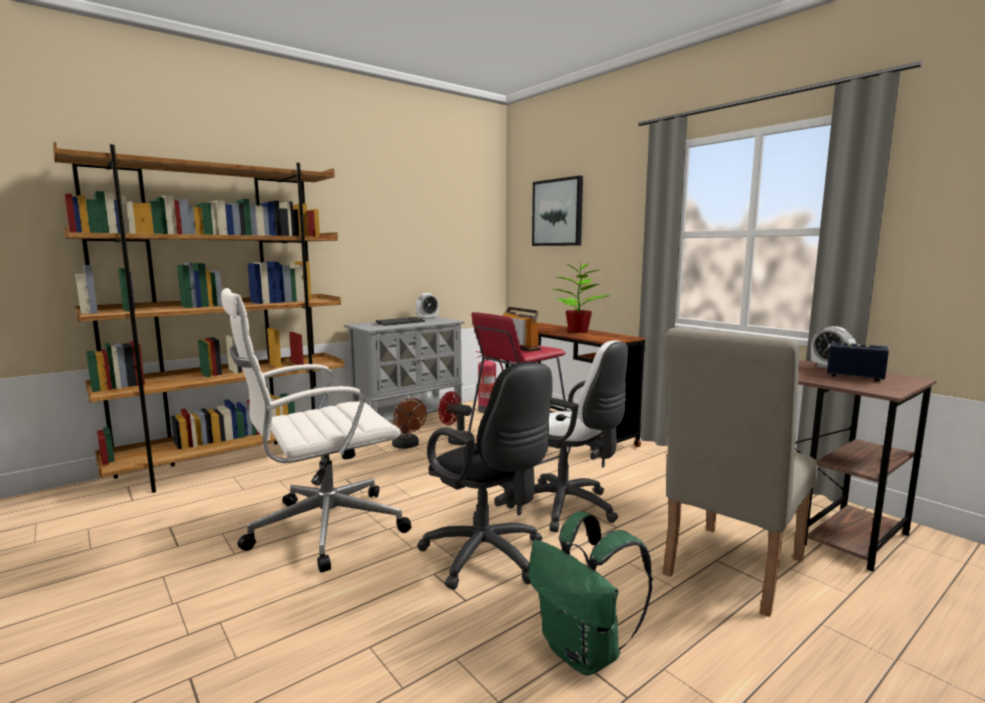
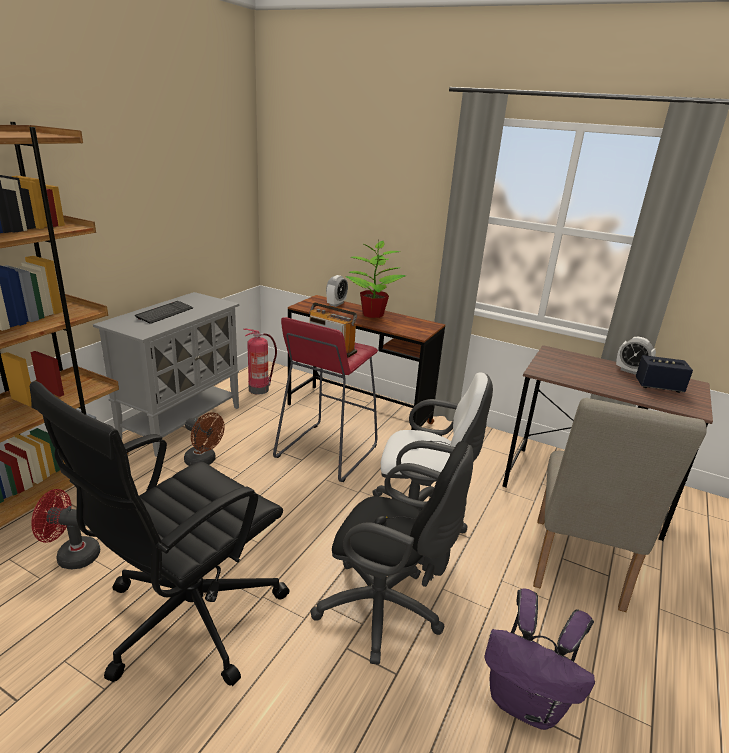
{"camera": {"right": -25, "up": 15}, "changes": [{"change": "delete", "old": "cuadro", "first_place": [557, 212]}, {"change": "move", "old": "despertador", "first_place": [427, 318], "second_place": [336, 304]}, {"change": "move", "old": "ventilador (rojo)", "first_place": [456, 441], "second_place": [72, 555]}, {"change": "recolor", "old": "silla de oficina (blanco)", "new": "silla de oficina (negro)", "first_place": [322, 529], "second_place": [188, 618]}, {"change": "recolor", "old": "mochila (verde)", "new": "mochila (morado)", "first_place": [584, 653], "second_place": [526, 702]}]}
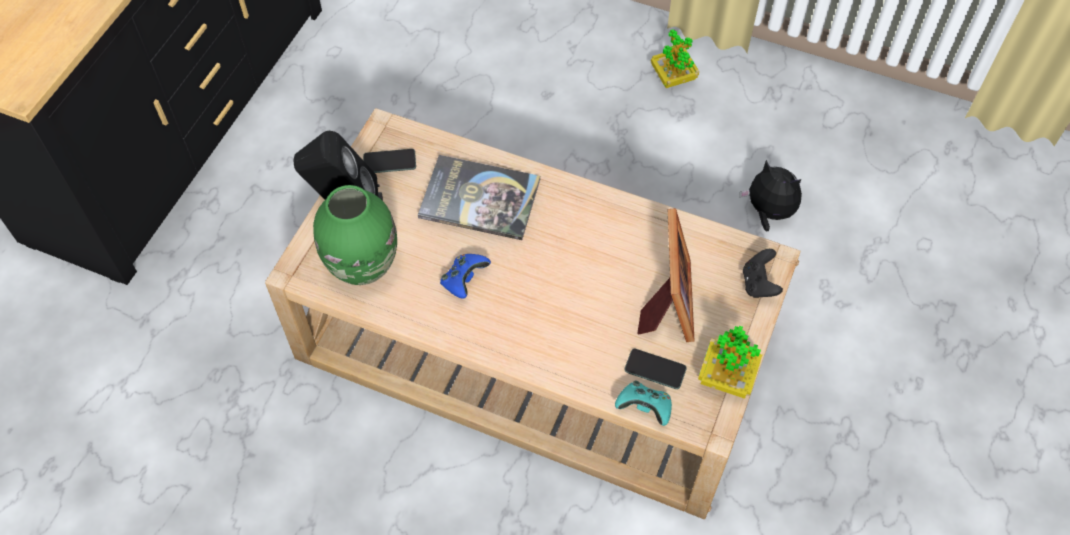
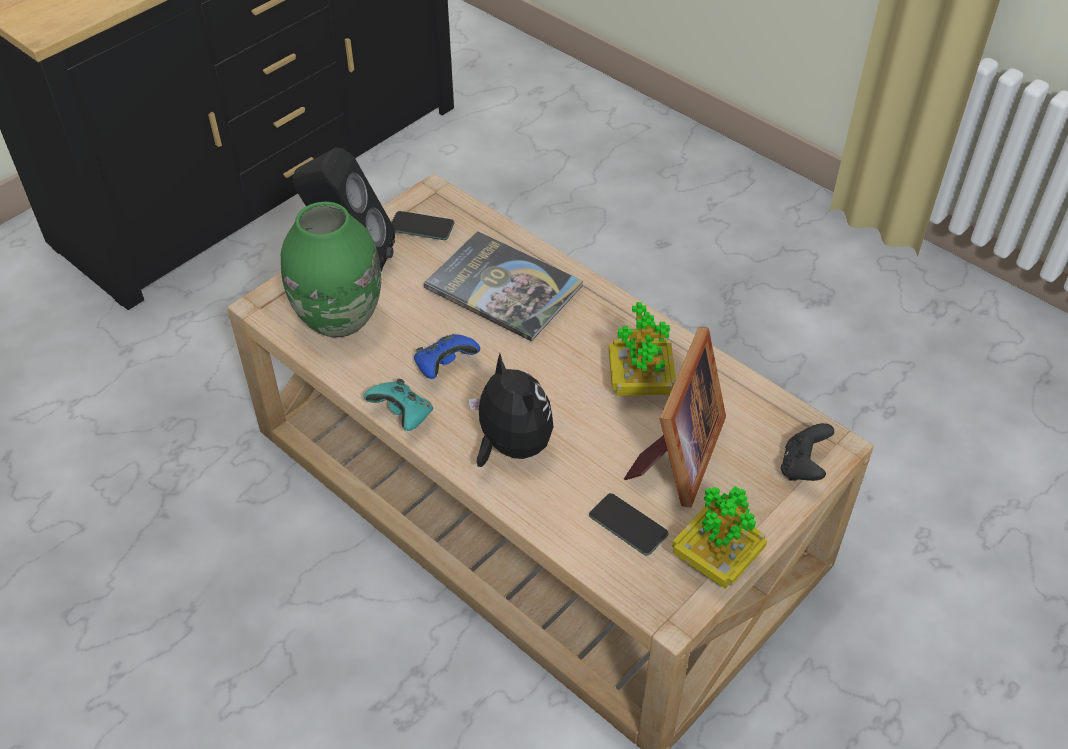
{"camera": {"right": 20, "up": -10}, "changes": [{"change": "move", "old": "mando de consola (turquesa)", "first_place": [644, 408], "second_place": [403, 415]}, {"change": "move", "old": "planta en maceta", "first_place": [673, 77], "second_place": [640, 383]}, {"change": "move", "old": "peluche", "first_place": [768, 212], "second_place": [511, 446]}]}
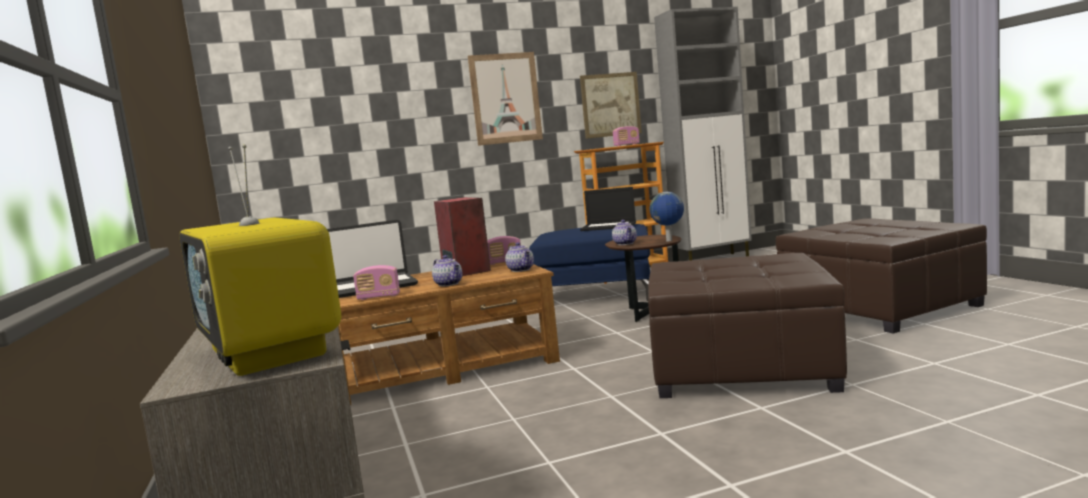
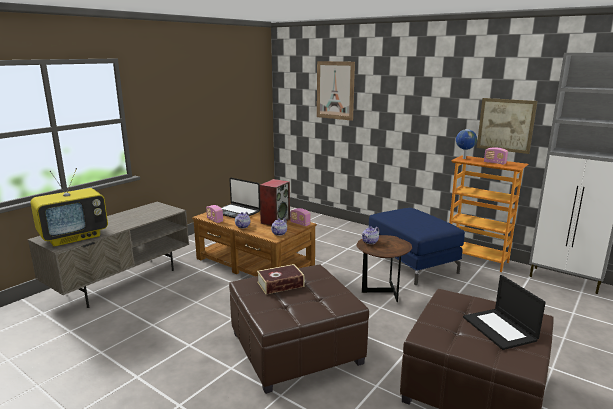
{"camera": {"right": 55, "up": 10}, "changes": [{"change": "insert", "new": "libro", "second_place": [280, 284]}, {"change": "move", "old": "cuadro", "first_place": [505, 98], "second_place": [335, 90]}, {"change": "move", "old": "portátil", "first_place": [609, 226], "second_place": [500, 329]}, {"change": "move", "old": "globo terráqueo", "first_place": [669, 241], "second_place": [464, 158]}, {"change": "rotate", "old": "televisor", "first_place": [270, 353], "second_place": [74, 237], "degrees": -150}]}
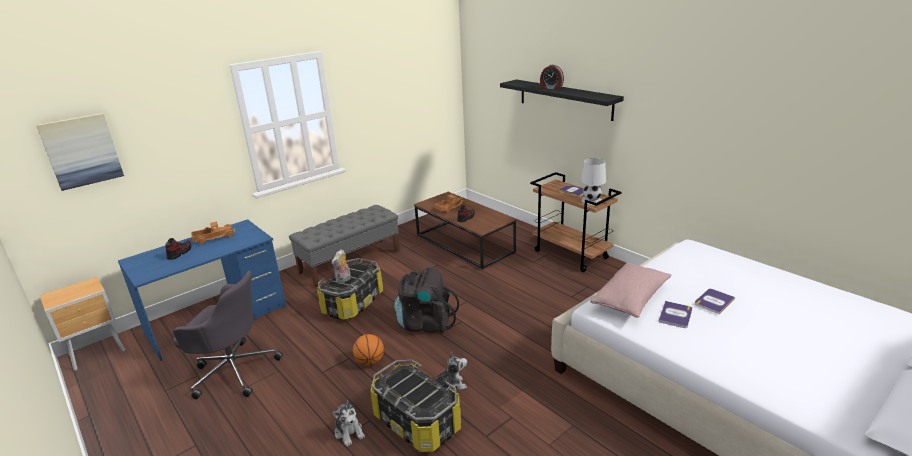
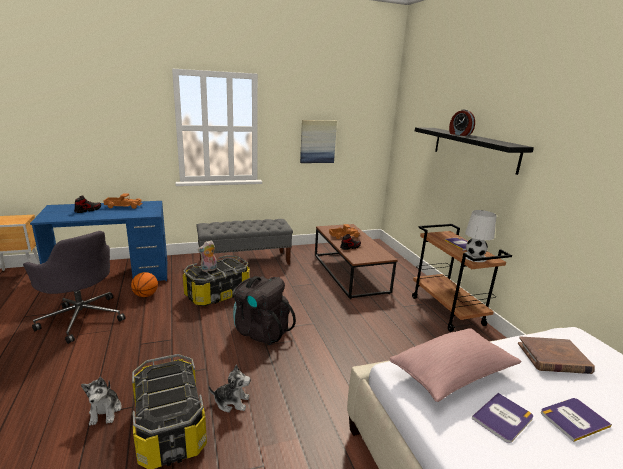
{"camera": {"right": 20, "up": -5}, "changes": [{"change": "insert", "new": "libro (marrón)", "second_place": [553, 358]}, {"change": "move", "old": "cuadro", "first_place": [81, 151], "second_place": [317, 141]}, {"change": "move", "old": "balón de baloncesto", "first_place": [370, 361], "second_place": [145, 295]}]}
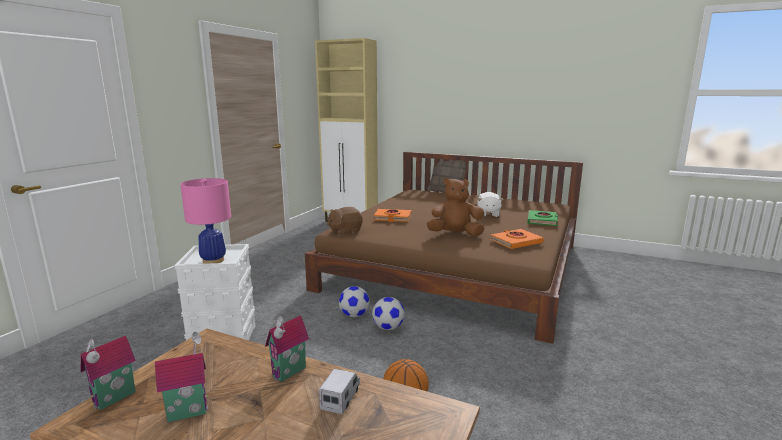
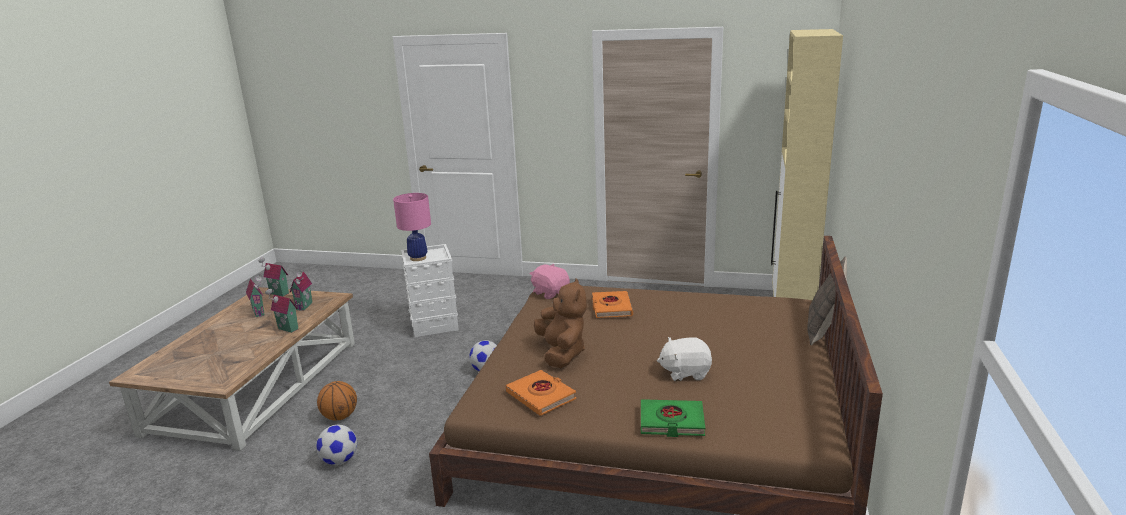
{"camera": {"right": 80, "up": 5}, "changes": [{"change": "delete", "old": "camión de juguete", "first_place": [341, 398]}, {"change": "insert", "new": "casita", "second_place": [305, 306]}, {"change": "move", "old": "balón de fútbol", "first_place": [388, 327], "second_place": [339, 460]}, {"change": "recolor", "old": "peluche (marrón)", "new": "peluche (rosa)", "first_place": [345, 231], "second_place": [550, 293]}]}
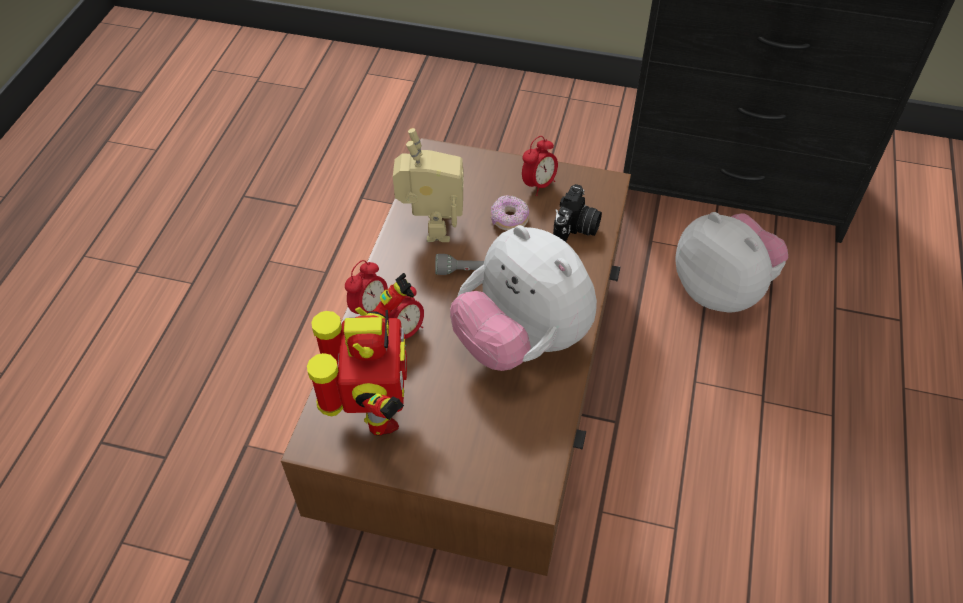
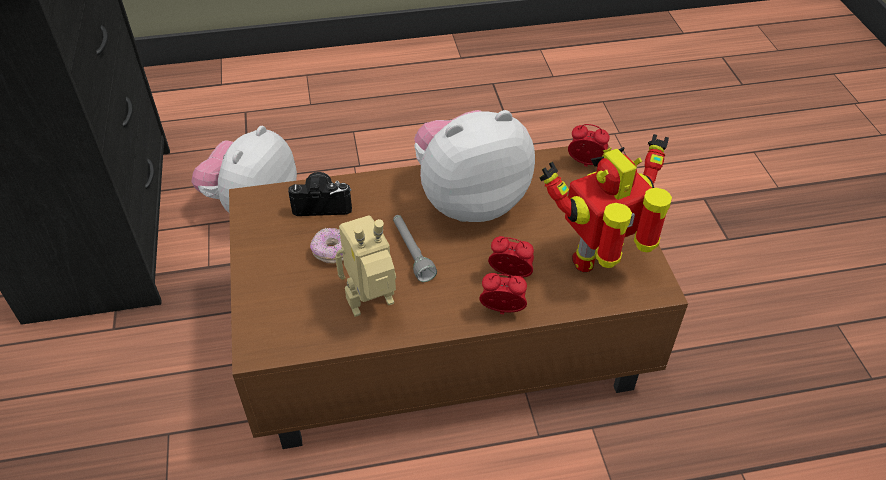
{"camera": {"right": -115, "up": -5}, "changes": [{"change": "move", "old": "despertador", "first_place": [538, 184], "second_place": [586, 164]}, {"change": "rotate", "old": "peluche", "first_place": [521, 340], "second_place": [469, 200], "degrees": -135}]}
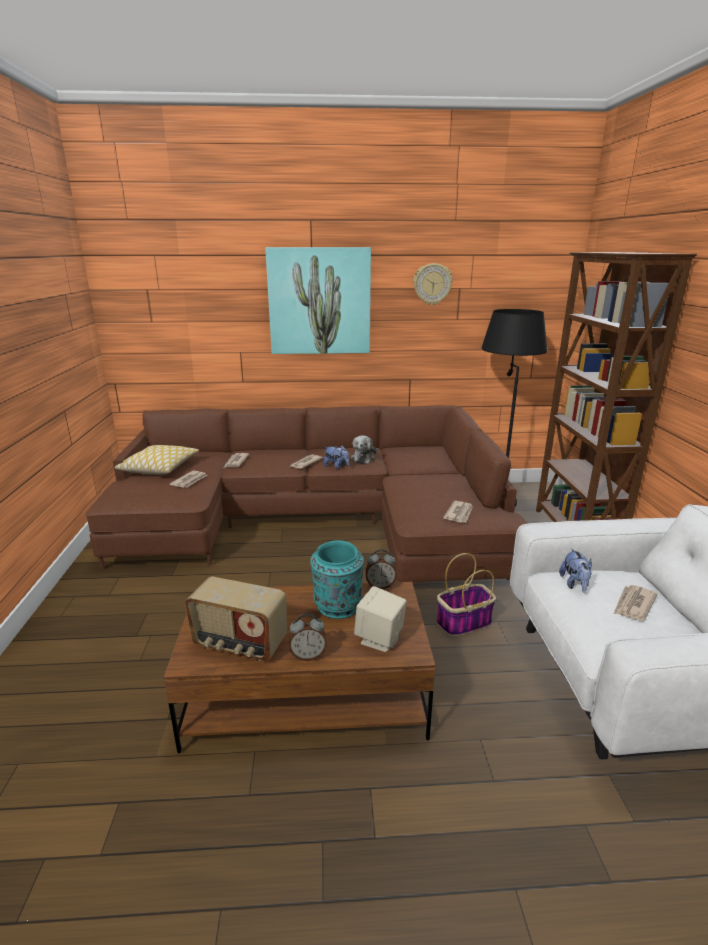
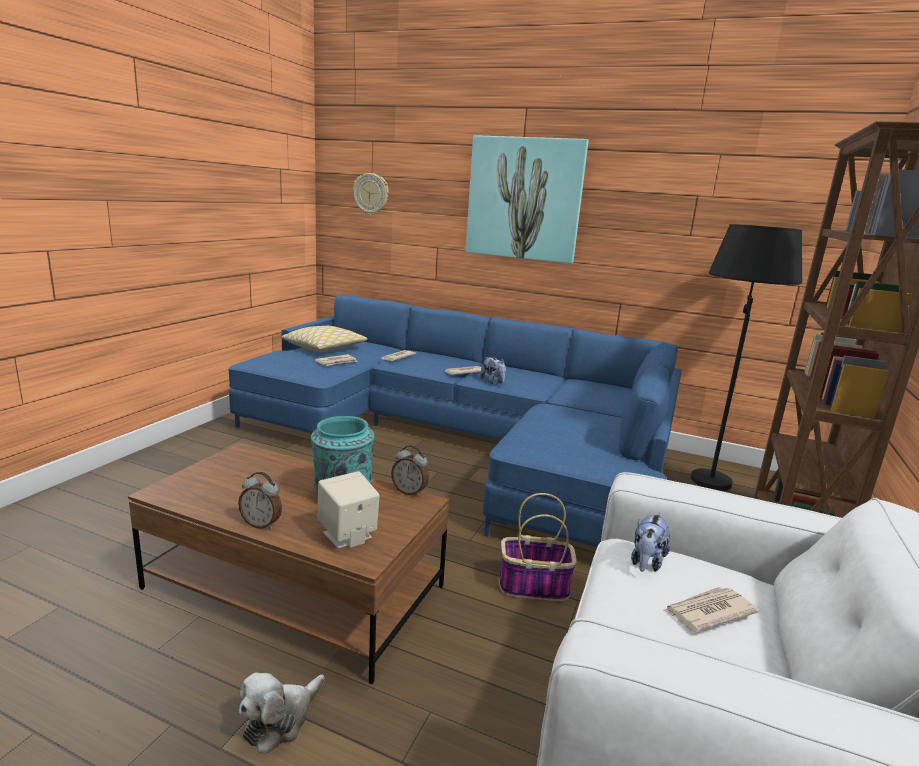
{"camera": {"right": 25, "up": -5}, "changes": [{"change": "delete", "old": "radio", "first_place": [240, 644]}, {"change": "delete", "old": "periódico", "first_place": [459, 513]}, {"change": "move", "old": "peluche", "first_place": [363, 458], "second_place": [280, 720]}, {"change": "move", "old": "reloj de pared", "first_place": [432, 284], "second_place": [371, 194]}, {"change": "recolor", "old": "sofá (marrón)", "new": "sofá (azul)", "first_place": [318, 522], "second_place": [466, 443]}]}
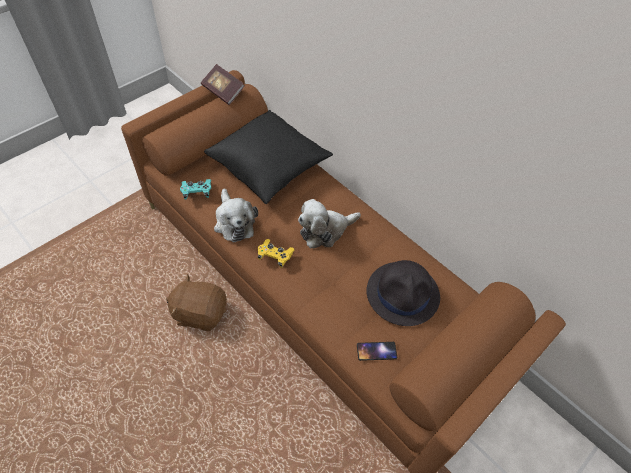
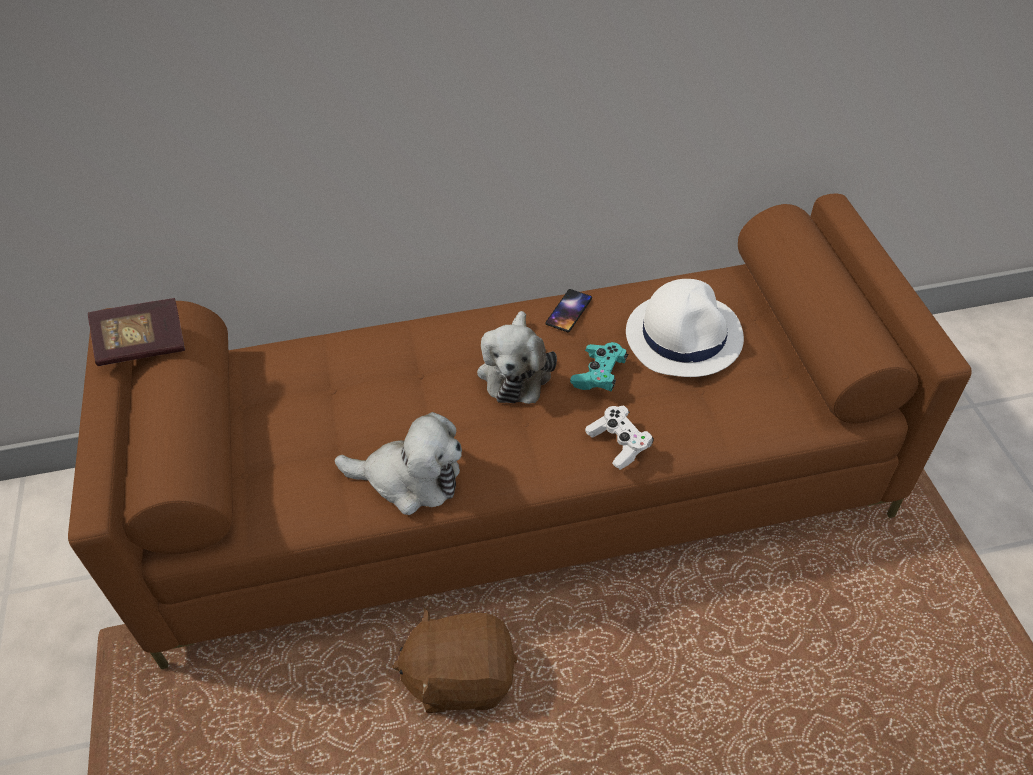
{"camera": {"right": -55, "up": -5}, "changes": [{"change": "delete", "old": "cojín (negro)", "first_place": [269, 167]}, {"change": "delete", "old": "mando de consola (amarillo)", "first_place": [275, 256]}, {"change": "insert", "new": "mando de consola (blanco)", "second_place": [619, 443]}, {"change": "move", "old": "mando de consola (turquesa)", "first_place": [197, 192], "second_place": [599, 374]}, {"change": "move", "old": "móvil", "first_place": [376, 351], "second_place": [569, 311]}, {"change": "recolor", "old": "sombrero (negro)", "new": "sombrero (blanco)", "first_place": [403, 294], "second_place": [684, 335]}, {"change": "rotate", "old": "peluche (marrón)", "first_place": [200, 313], "second_place": [460, 677], "degrees": 45}]}
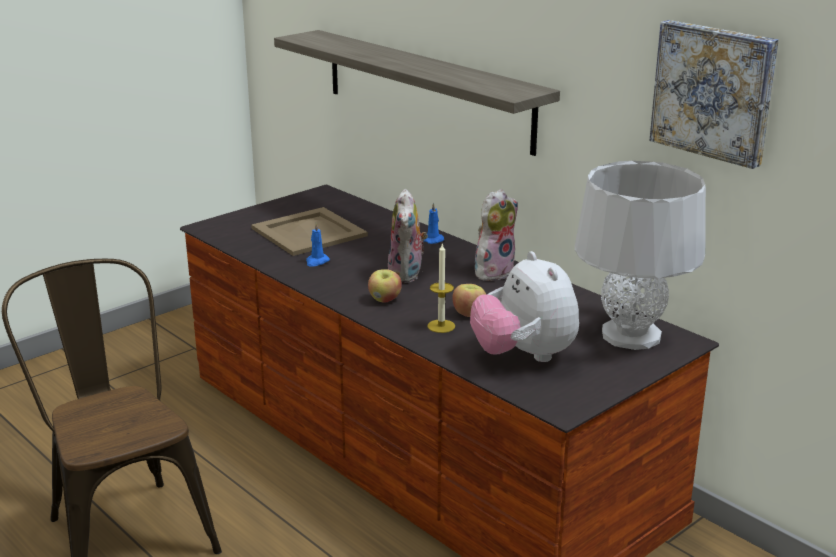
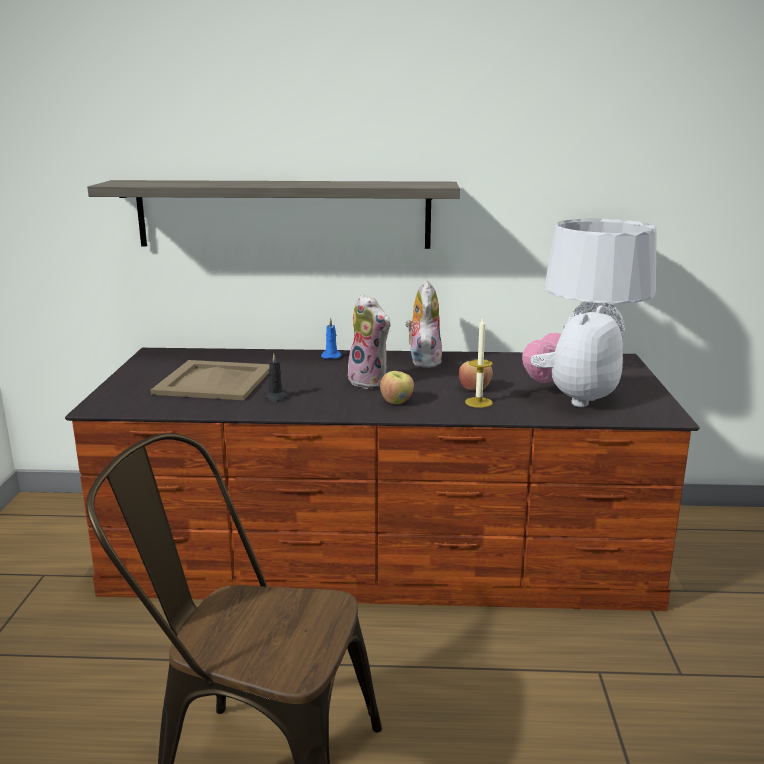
{"camera": {"right": -45, "up": -5}, "changes": [{"change": "delete", "old": "cuadro", "first_place": [714, 91]}, {"change": "recolor", "old": "vela (azul)", "new": "vela (negro)", "first_place": [317, 262], "second_place": [276, 397]}, {"change": "rotate", "old": "peluche", "first_place": [524, 356], "second_place": [571, 398], "degrees": 105}]}
